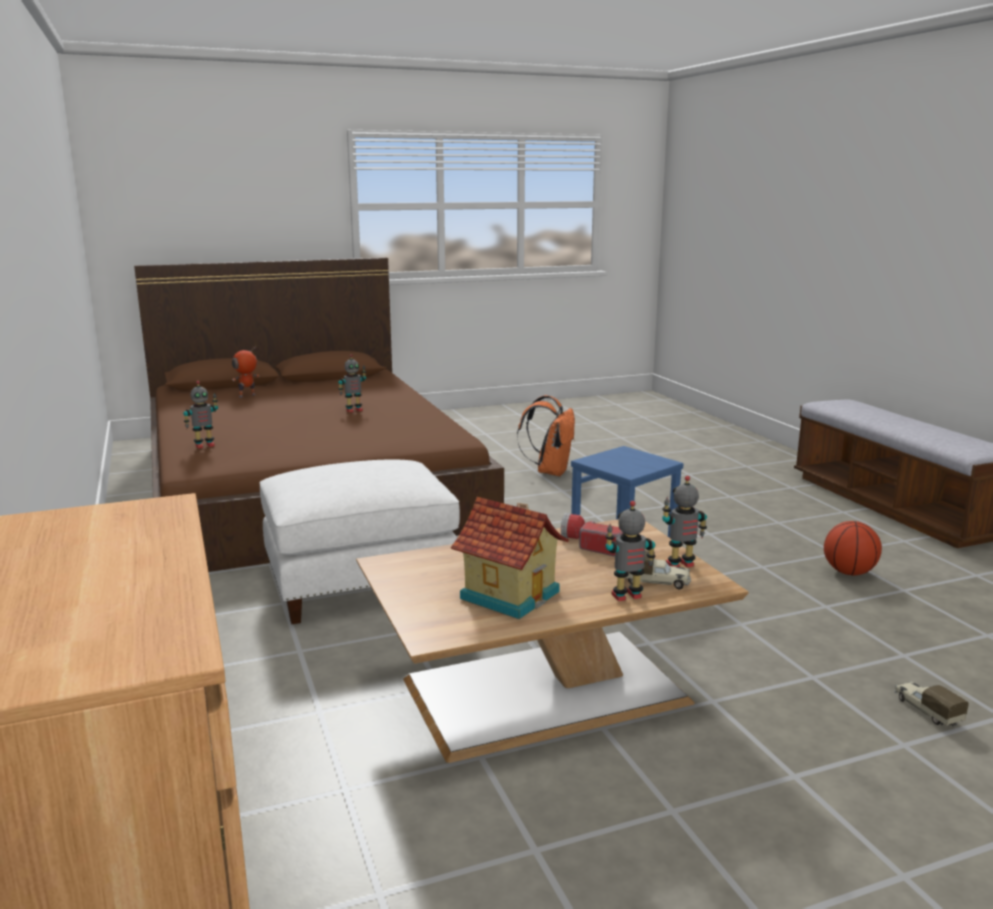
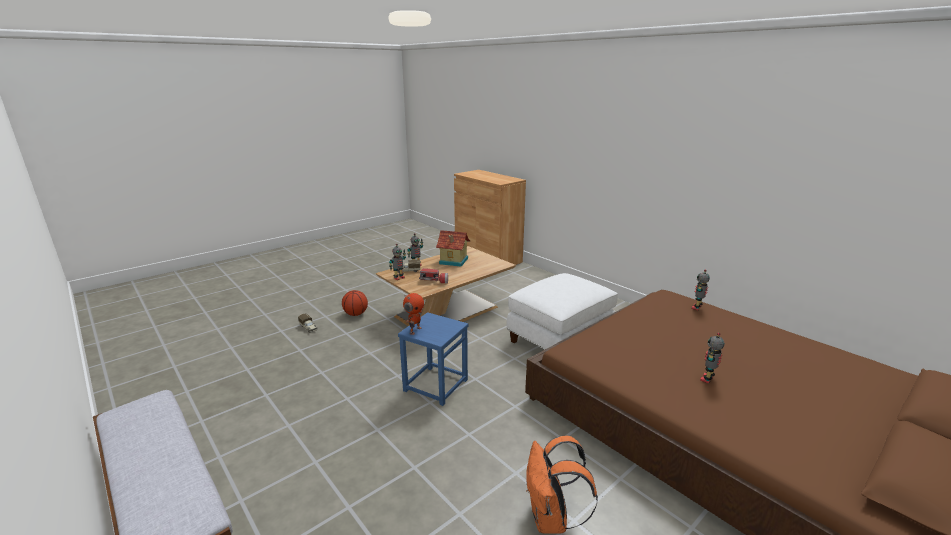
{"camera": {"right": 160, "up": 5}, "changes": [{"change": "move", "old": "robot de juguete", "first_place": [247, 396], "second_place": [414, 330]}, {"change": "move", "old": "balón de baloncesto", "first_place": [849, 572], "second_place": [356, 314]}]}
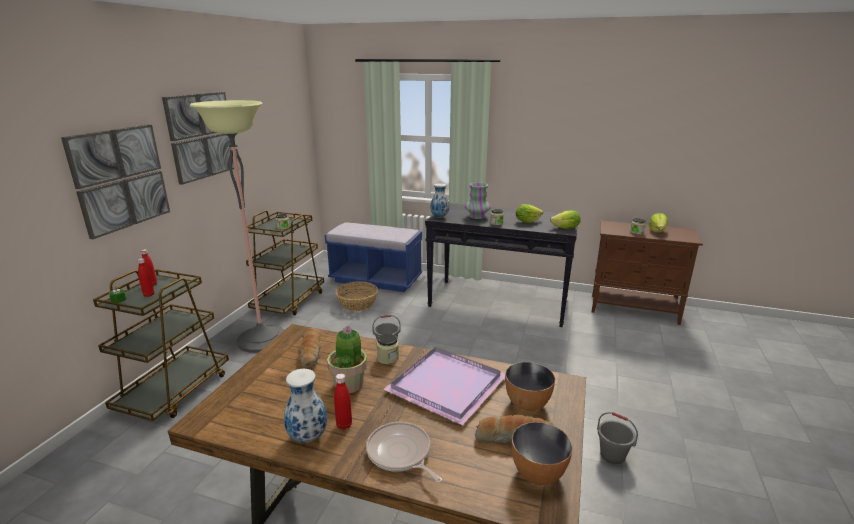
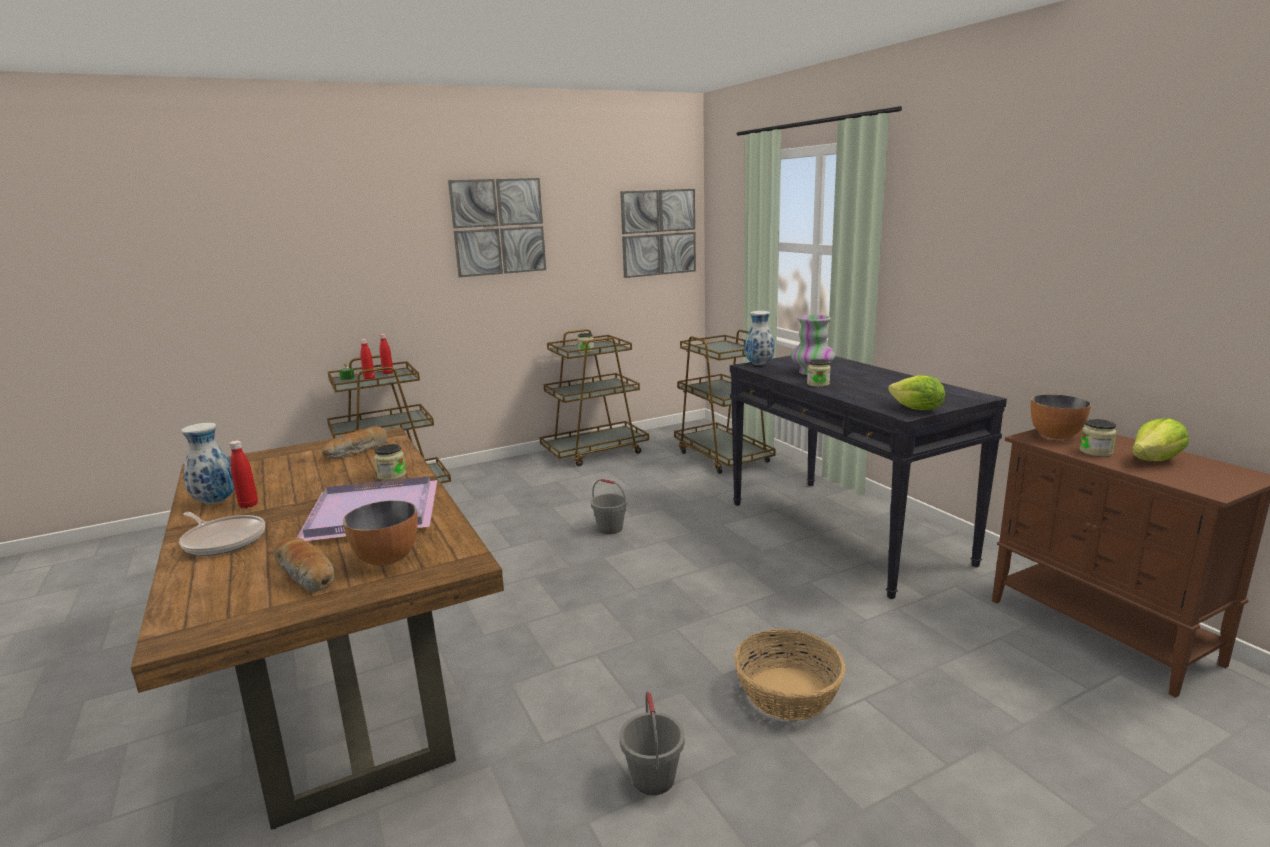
{"camera": {"right": 45, "up": -5}, "changes": [{"change": "delete", "old": "lámpara de pie", "first_place": [262, 339]}, {"change": "delete", "old": "planta en maceta", "first_place": [349, 384]}, {"change": "delete", "old": "lechuga", "first_place": [527, 221]}, {"change": "move", "old": "cuadro", "first_place": [120, 178], "second_place": [658, 232]}, {"change": "move", "old": "cesta", "first_place": [358, 303], "second_place": [788, 693]}, {"change": "move", "old": "cuenco", "first_place": [538, 474], "second_place": [1055, 436]}, {"change": "replace", "old": "banco (azul)", "new": "carrito (marrón)", "first_place": [376, 279], "second_place": [722, 457]}, {"change": "rotate", "old": "sartén", "first_place": [400, 454], "second_place": [223, 540], "degrees": 120}]}
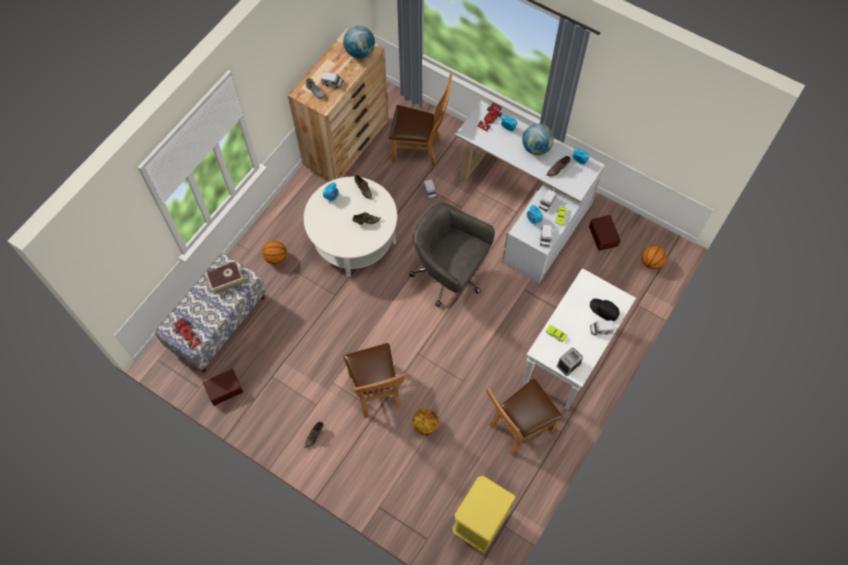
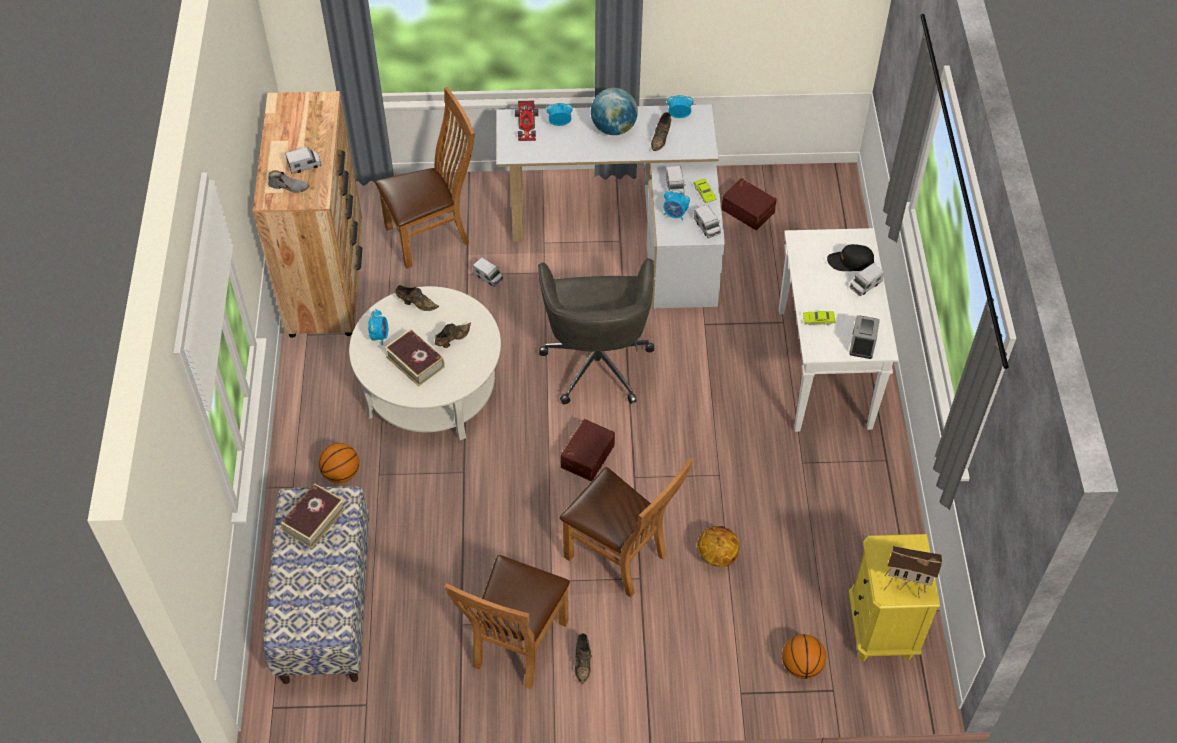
{"camera": {"right": -35, "up": -10}, "changes": [{"change": "delete", "old": "coche de juguete", "first_place": [188, 335]}, {"change": "delete", "old": "globo terráqueo", "first_place": [360, 52]}, {"change": "insert", "new": "libro", "second_place": [415, 362]}, {"change": "insert", "new": "casita", "second_place": [906, 584]}, {"change": "move", "old": "caja de almacenaje (marrón)", "first_place": [224, 388], "second_place": [586, 455]}, {"change": "move", "old": "silla (marrón)", "first_place": [517, 428], "second_place": [516, 648]}, {"change": "move", "old": "balón de baloncesto", "first_place": [651, 263], "second_place": [801, 666]}, {"change": "rotate", "old": "silla de oficina (gris)", "first_place": [449, 275], "second_place": [597, 361], "degrees": -90}]}
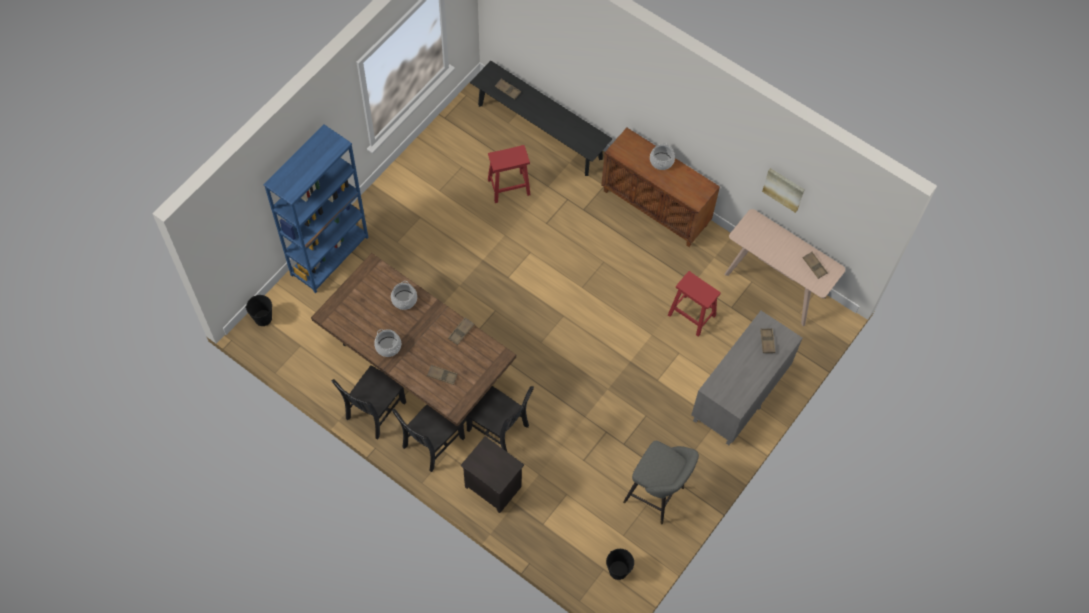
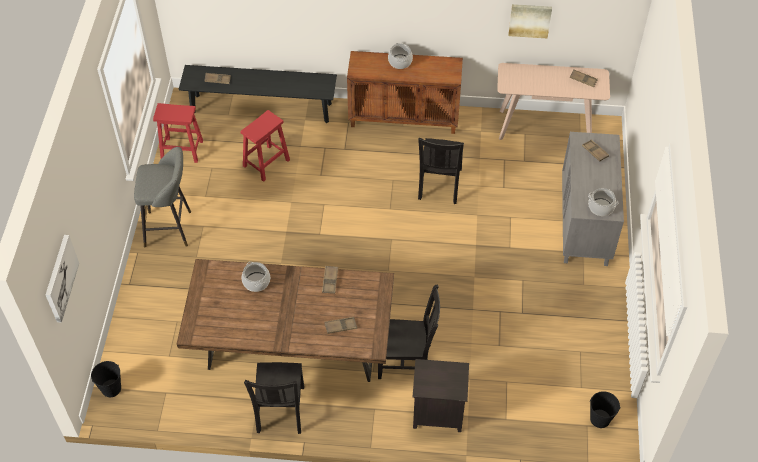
{"camera": {"right": -30, "up": -10}, "changes": [{"change": "delete", "old": "estantería (azul)", "first_place": [330, 256]}, {"change": "insert", "new": "cuadro", "second_place": [60, 278]}, {"change": "move", "old": "olla", "first_place": [388, 346], "second_place": [601, 207]}, {"change": "move", "old": "silla (negro)", "first_place": [431, 444], "second_place": [439, 185]}, {"change": "move", "old": "taburete (gris)", "first_place": [657, 496], "second_place": [171, 228]}, {"change": "move", "old": "taburete (rojo)", "first_place": [692, 315], "second_place": [183, 150]}]}
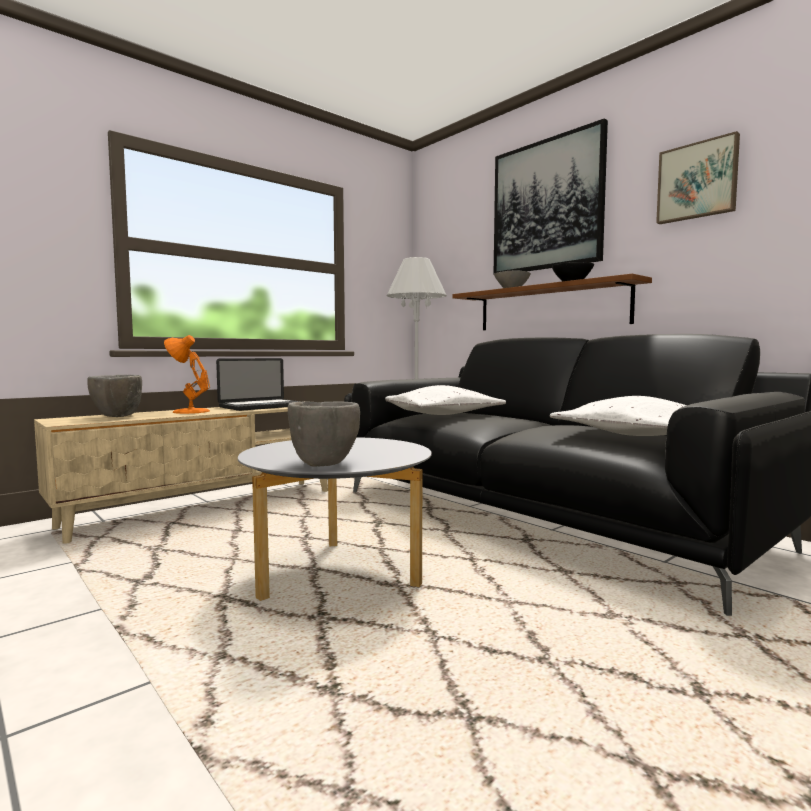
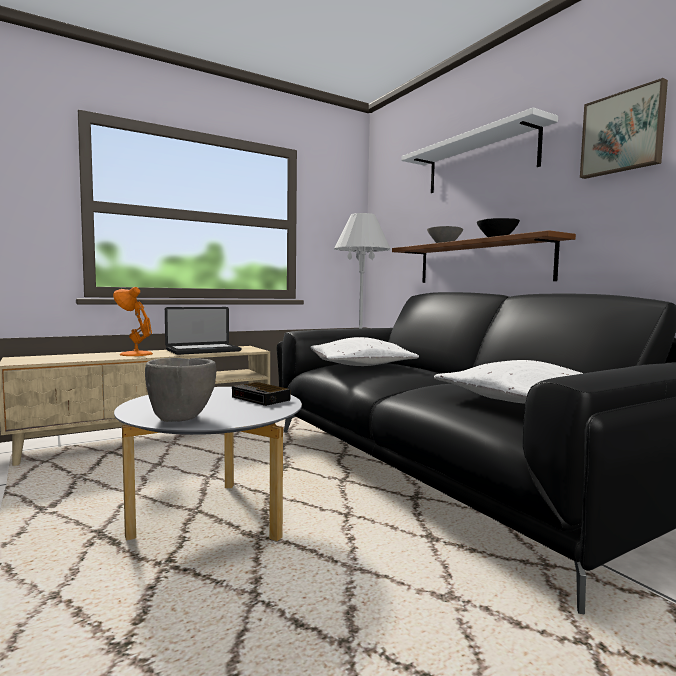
{"camera": {"right": 10, "up": 0}, "changes": [{"change": "delete", "old": "cuenco (gris)", "first_place": [117, 416]}, {"change": "insert", "new": "despertador", "second_place": [261, 399]}, {"change": "replace", "old": "cuadro", "new": "estante (blanco)", "first_place": [547, 205], "second_place": [480, 161]}]}
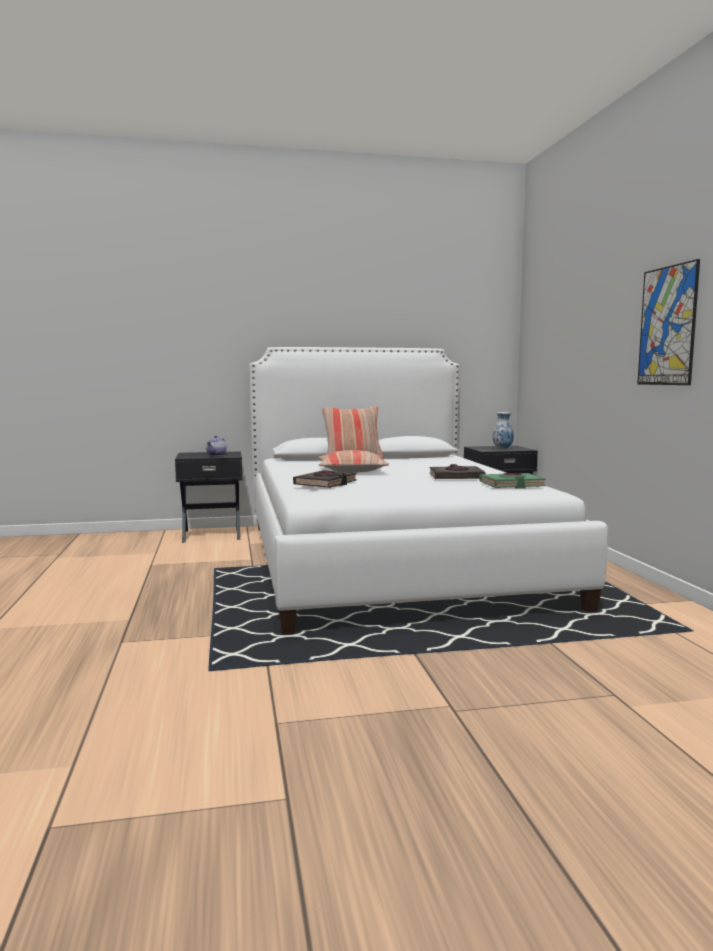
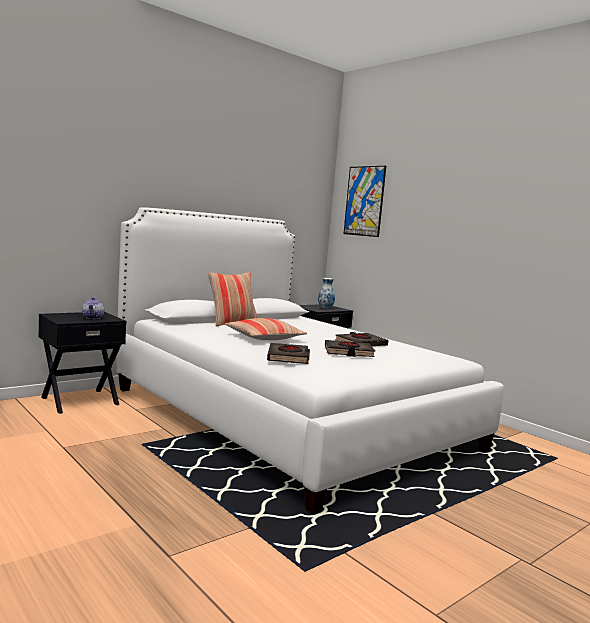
{"camera": {"right": -30, "up": 0}, "changes": [{"change": "delete", "old": "libro (verde)", "first_place": [511, 485]}, {"change": "insert", "new": "libro (negro)", "second_place": [348, 352]}, {"change": "move", "old": "cuadro", "first_place": [667, 326], "second_place": [364, 201]}]}
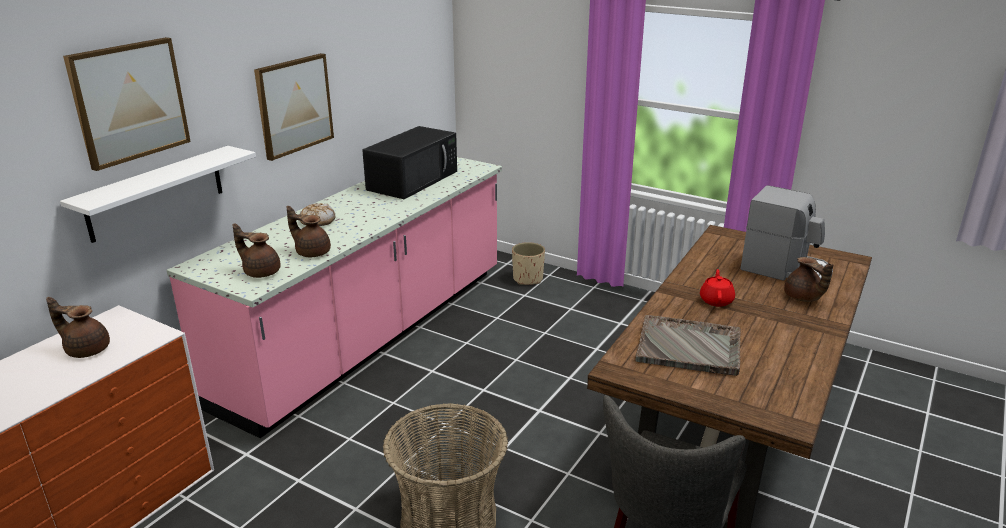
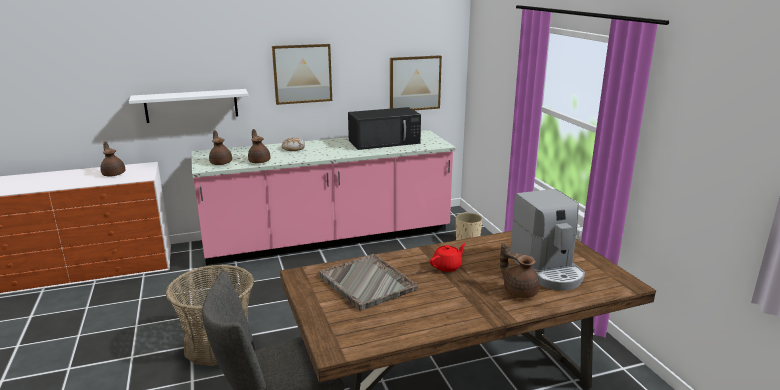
{"camera": {"right": 40, "up": -5}, "changes": [{"change": "move", "old": "cuadro", "first_place": [129, 101], "second_place": [414, 83]}, {"change": "rotate", "old": "tetera (marrón)", "first_place": [803, 298], "second_place": [519, 291], "degrees": 120}]}
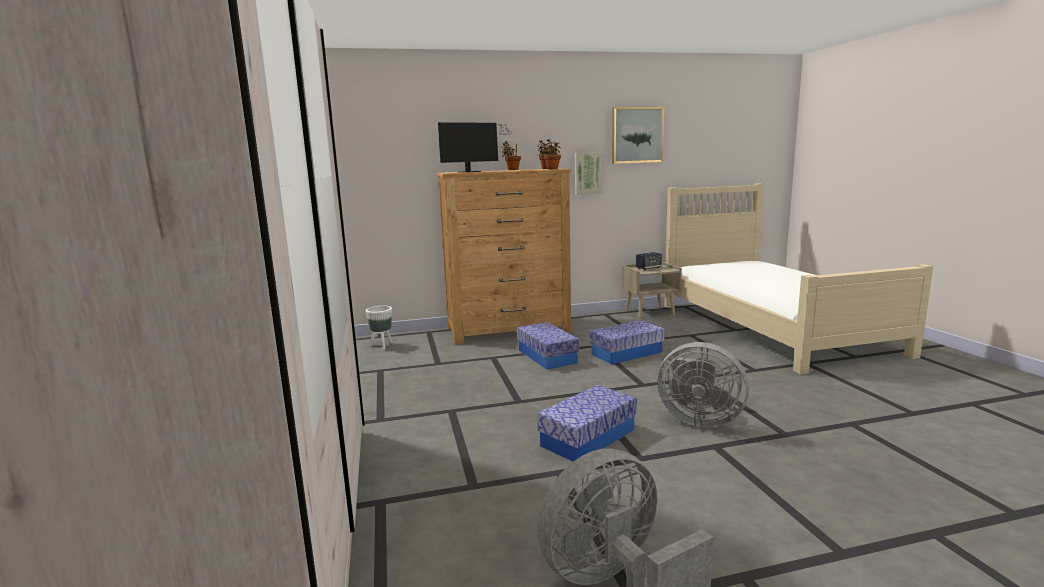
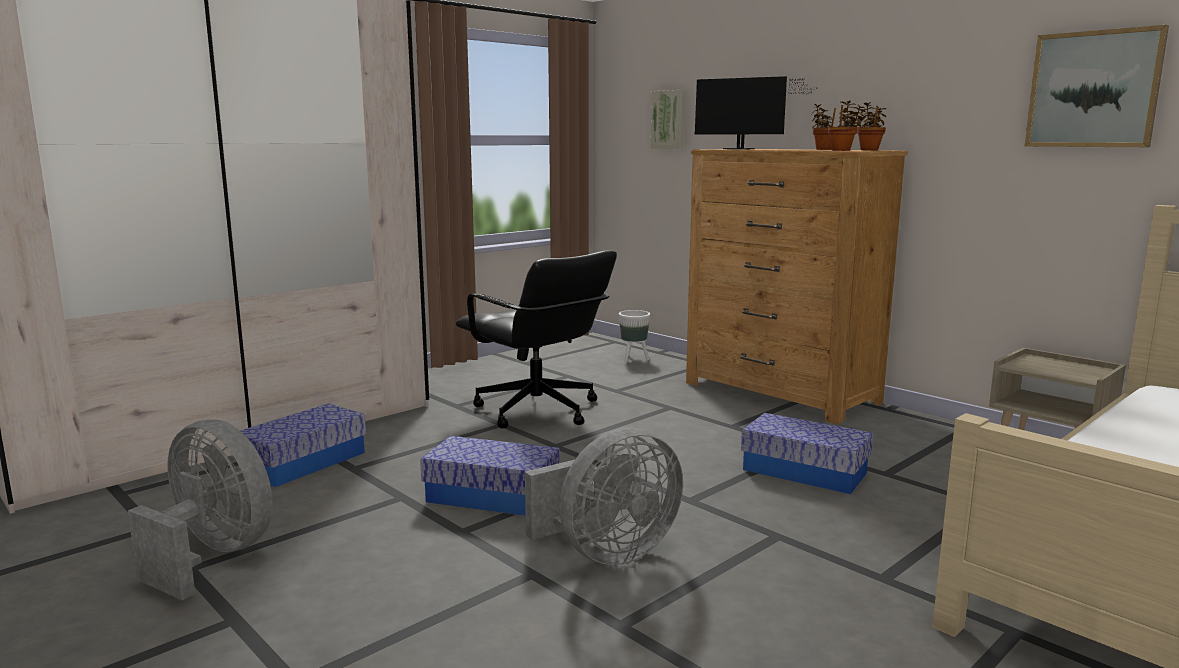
{"camera": {"right": 60, "up": 0}, "changes": [{"change": "delete", "old": "altavoz", "first_place": [648, 268]}, {"change": "insert", "new": "silla de oficina (negro)", "second_place": [537, 411]}, {"change": "move", "old": "caja de almacenaje", "first_place": [547, 356], "second_place": [304, 462]}, {"change": "move", "old": "cuadro", "first_place": [587, 173], "second_place": [668, 120]}, {"change": "rotate", "old": "ventilador (gris)", "first_place": [698, 420], "second_place": [607, 553], "degrees": -120}]}
